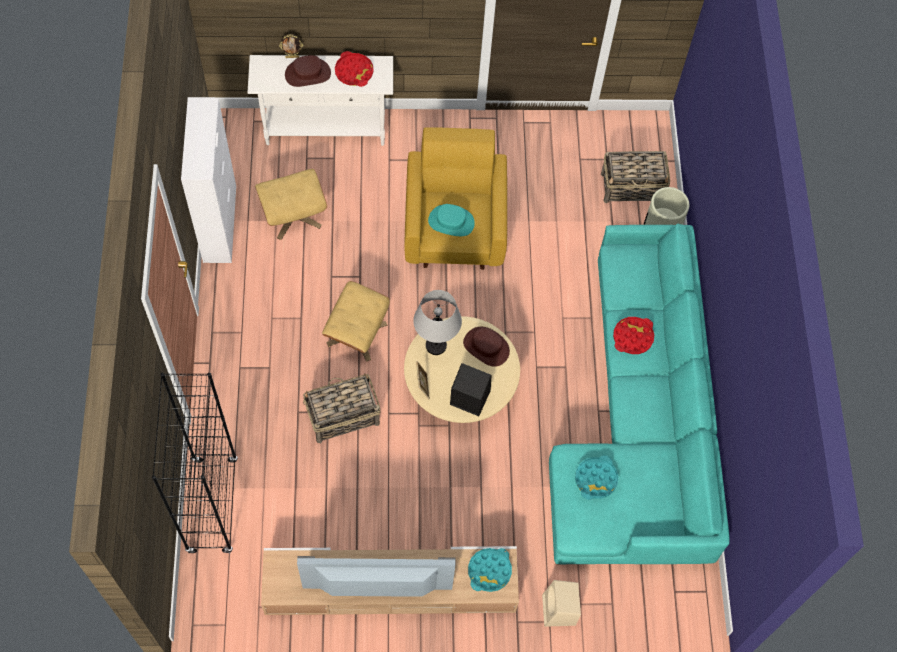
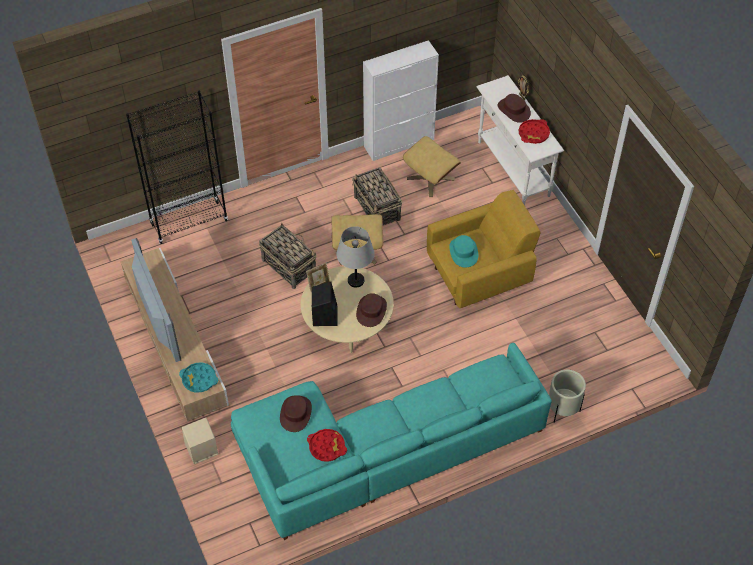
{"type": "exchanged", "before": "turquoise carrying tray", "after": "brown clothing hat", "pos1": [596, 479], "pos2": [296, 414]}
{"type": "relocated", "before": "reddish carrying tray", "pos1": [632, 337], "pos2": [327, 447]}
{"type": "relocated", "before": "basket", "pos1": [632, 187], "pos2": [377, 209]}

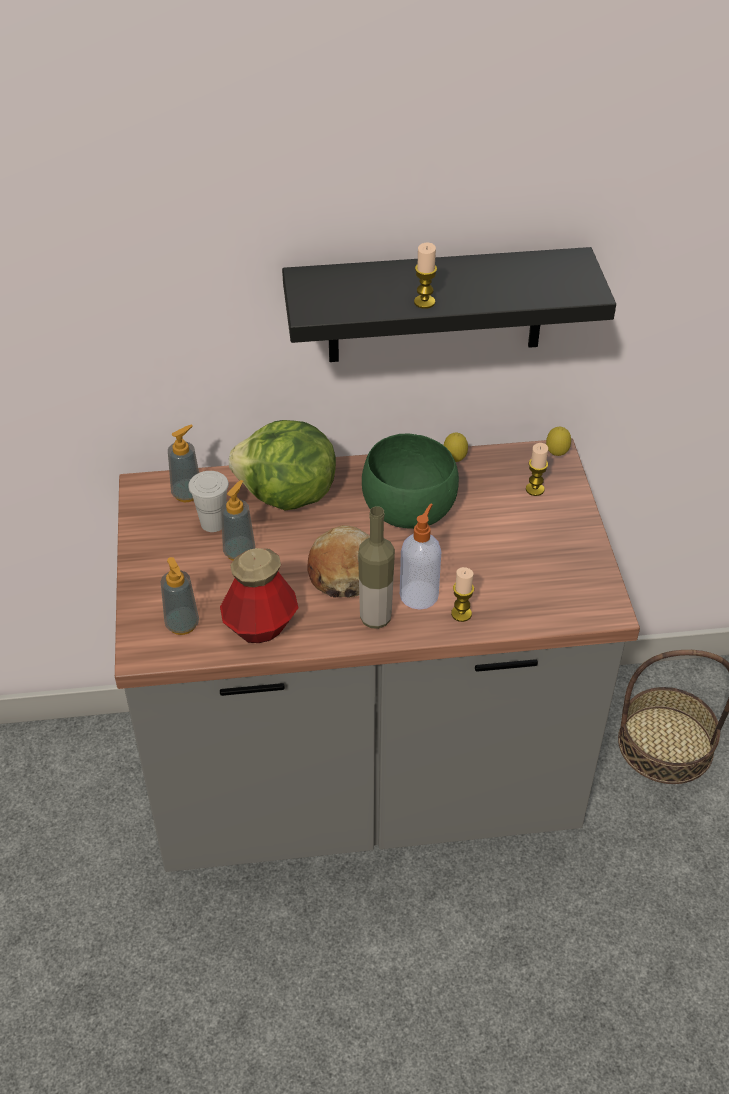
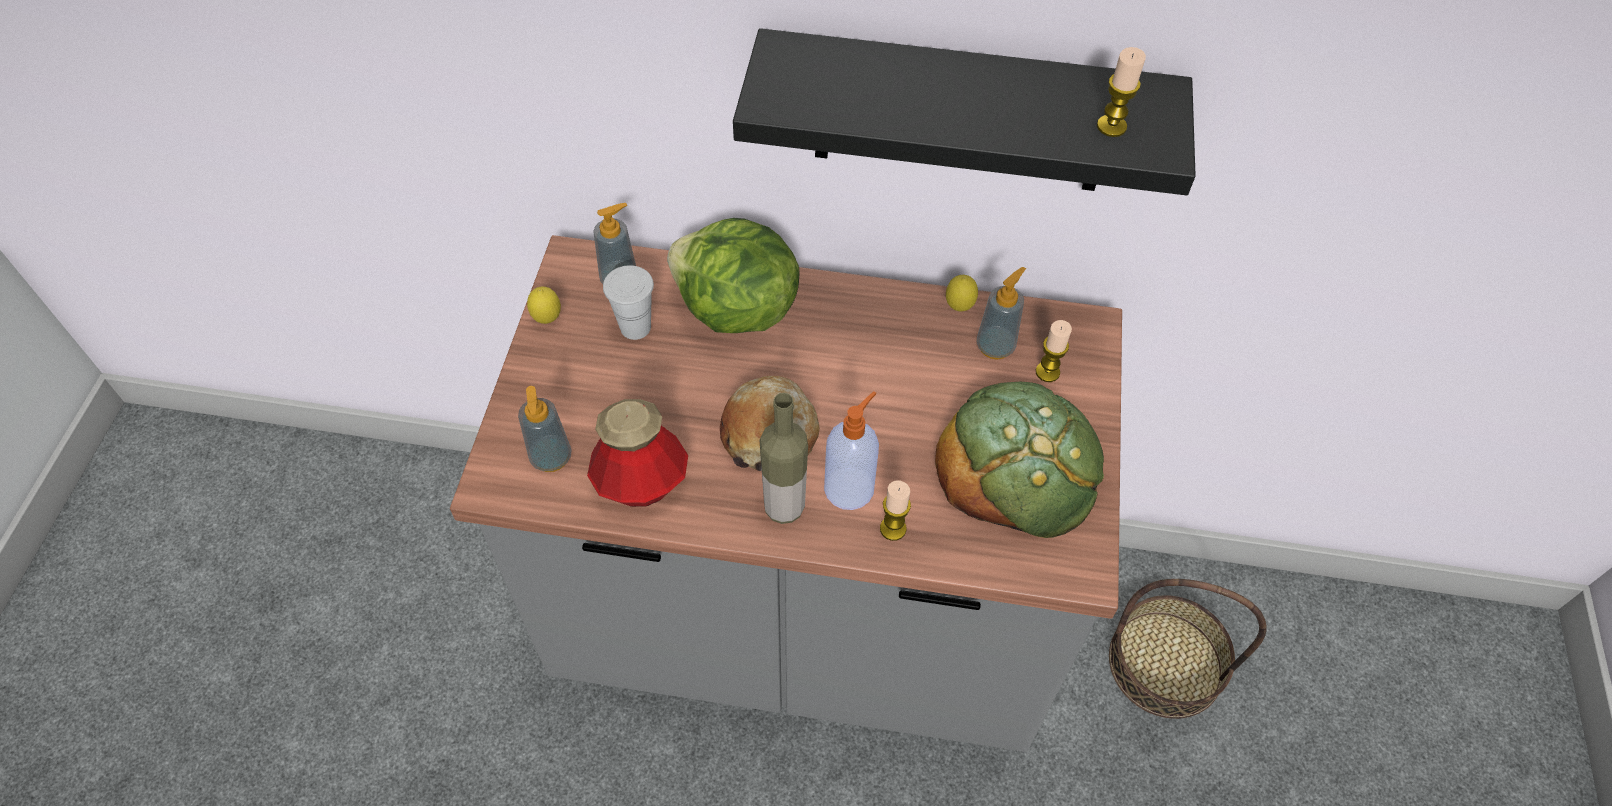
{"type": "relocated", "before": "lemon", "pos1": [556, 454], "pos2": [547, 320]}
{"type": "appeared", "after": "baked bread", "pos2": [1019, 463]}
{"type": "relocated", "before": "soap dispenser", "pos1": [239, 552], "pos2": [995, 346]}
{"type": "relocated", "before": "candle", "pos1": [424, 302], "pos2": [1111, 126]}
{"type": "missing", "before": "green serving bowl", "pos1": [407, 511]}

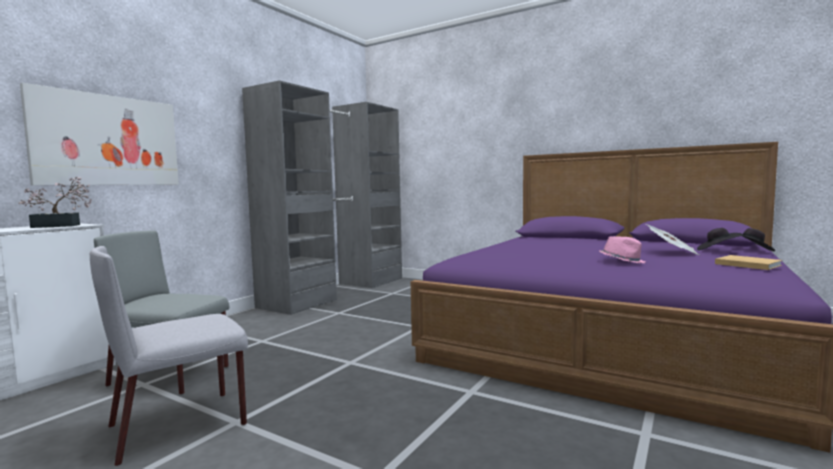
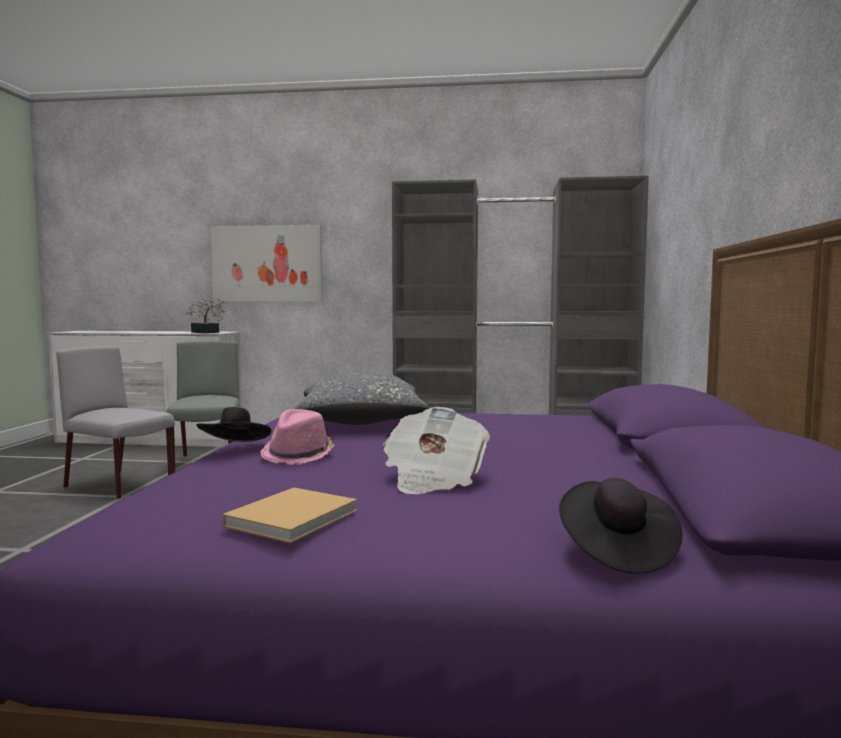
{"type": "relocated", "before": "black-coloured clothing hat", "pos1": [717, 250], "pos2": [235, 448]}
{"type": "appeared", "after": "gray cushion", "pos2": [361, 424]}

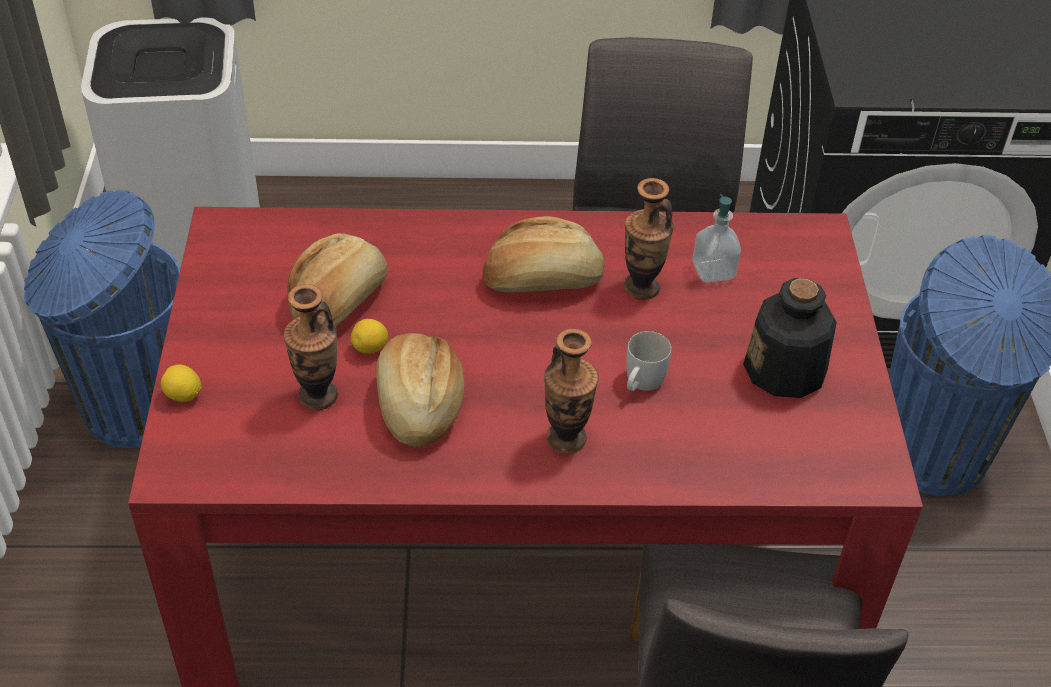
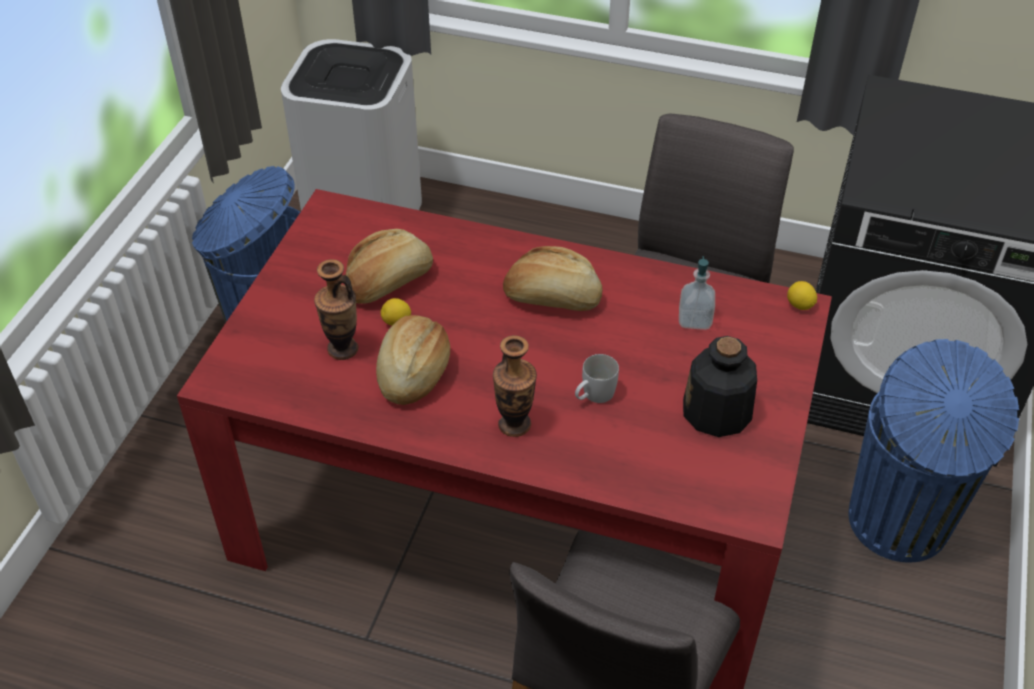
{"type": "relocated", "before": "lemon", "pos1": [183, 396], "pos2": [799, 305]}
{"type": "missing", "before": "decorative vase", "pos1": [641, 287]}

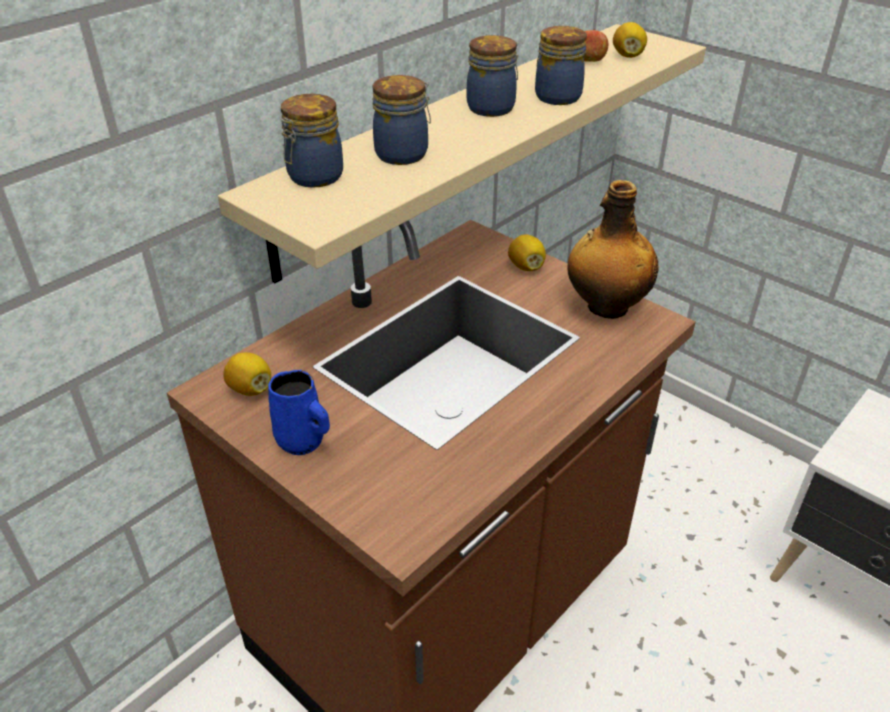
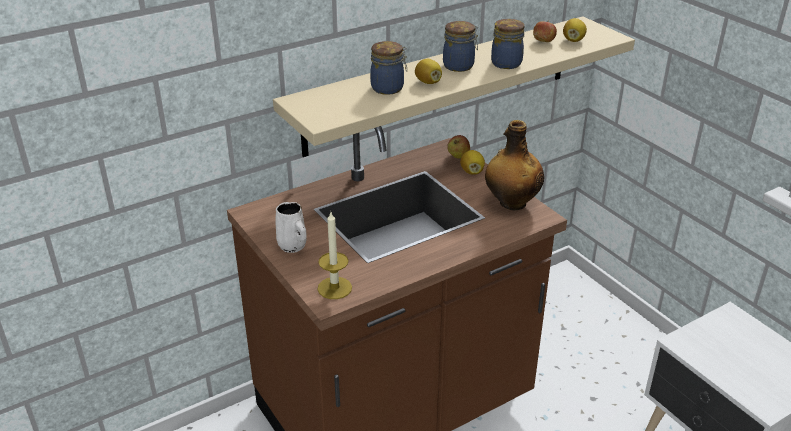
{"type": "colour", "before": "blue coffee mug", "after": "white-coloured coffee mug", "pos1": [303, 442], "pos2": [293, 246]}
{"type": "appeared", "after": "candle", "pos2": [334, 288]}
{"type": "relocated", "before": "lemon", "pos1": [250, 389], "pos2": [428, 82]}
{"type": "appeared", "after": "apple fruit", "pos2": [458, 156]}
{"type": "missing", "before": "jar", "pos1": [313, 177]}

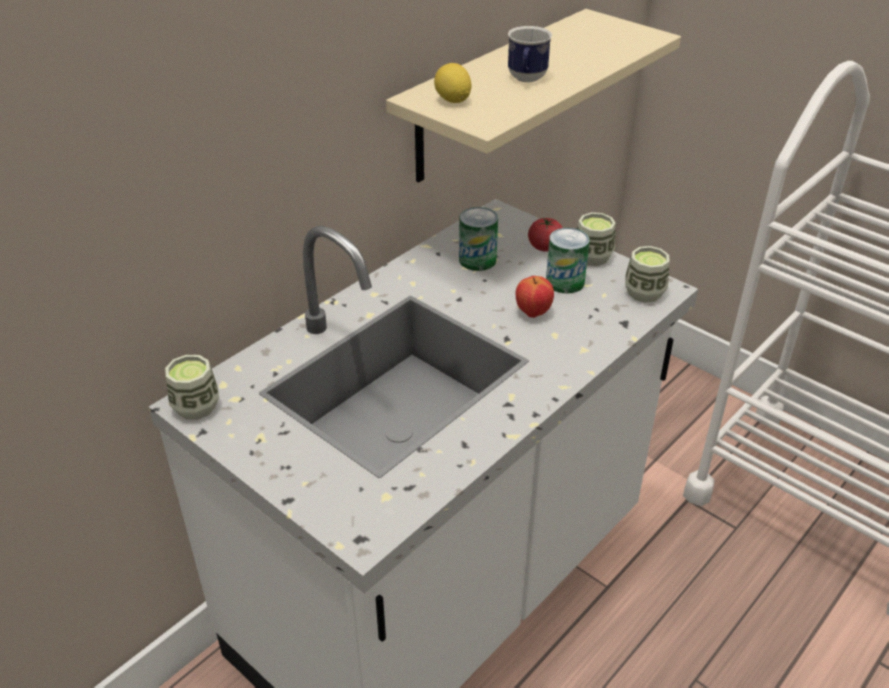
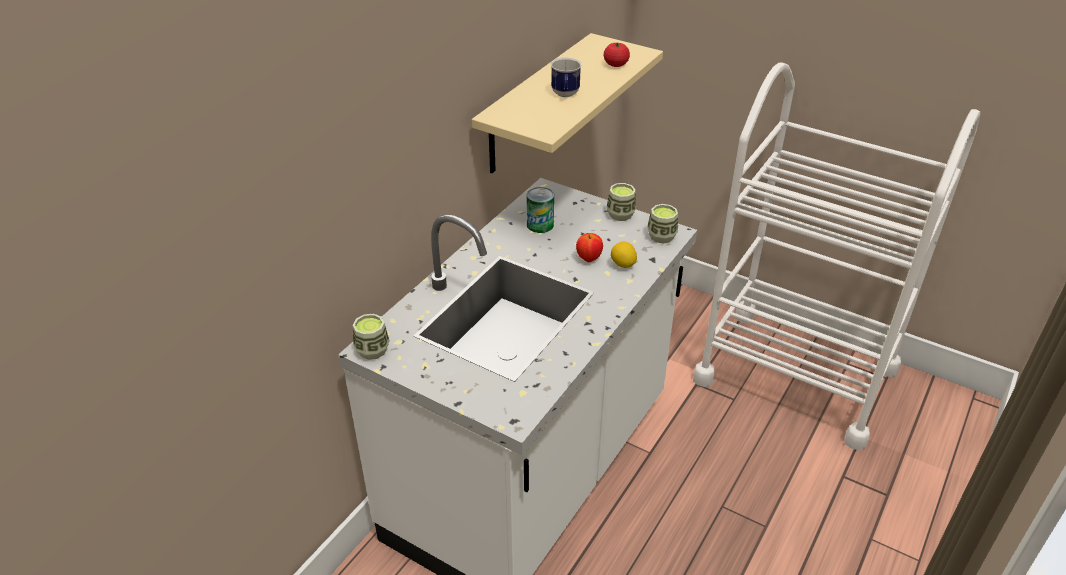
{"type": "relocated", "before": "fresh tomato", "pos1": [545, 247], "pos2": [616, 64]}
{"type": "relocated", "before": "lemon", "pos1": [452, 100], "pos2": [623, 265]}
{"type": "missing", "before": "metal can", "pos1": [565, 282]}

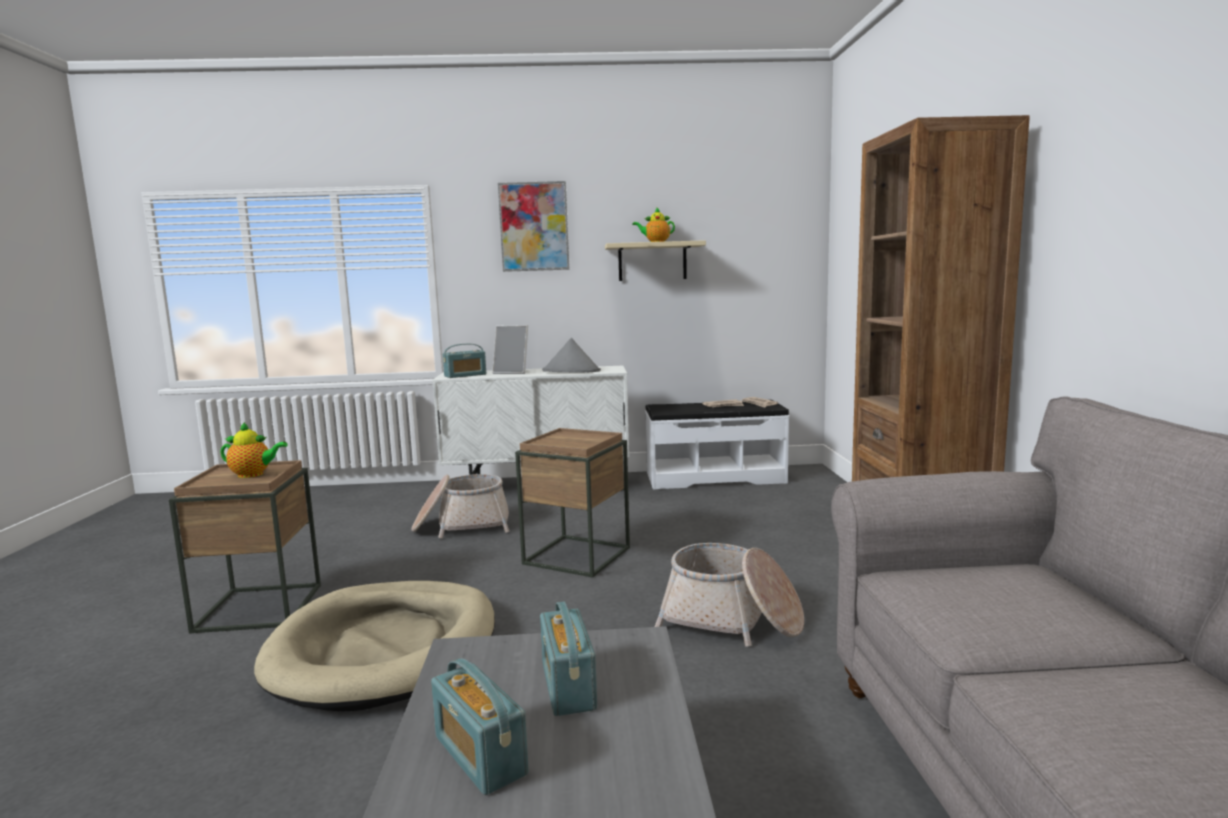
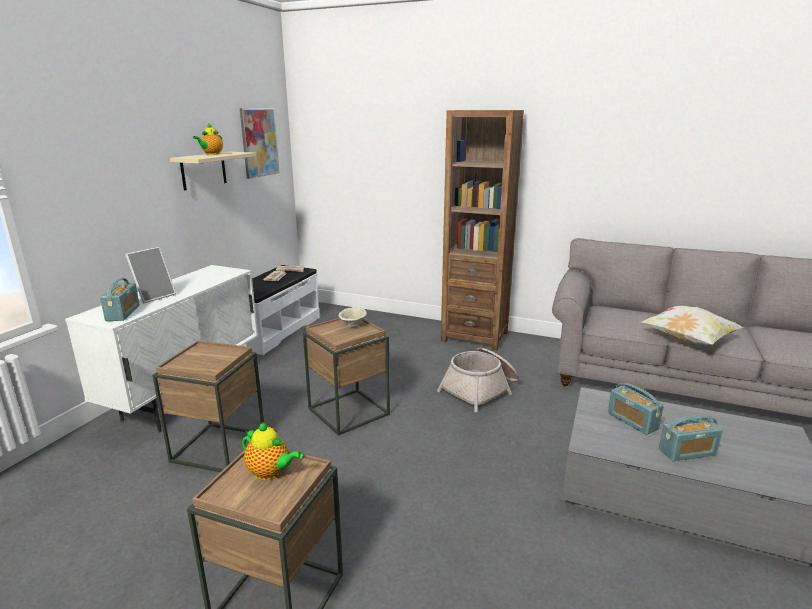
{"type": "exchanged", "before": "basket", "after": "brown accent table", "pos1": [462, 525], "pos2": [218, 447]}
{"type": "relocated", "before": "picture", "pos1": [534, 227], "pos2": [259, 142]}
{"type": "spun", "before": "tea pot", "pos1": [253, 474], "pos2": [271, 473], "turn": 90}
{"type": "appeared", "after": "sand-coloured serving bowl", "pos2": [353, 325]}
{"type": "spun", "before": "radio", "pos1": [568, 686], "pos2": [632, 421], "turn": 45}
{"type": "appeared", "after": "cushion", "pos2": [688, 340]}
{"type": "missing", "before": "sand-coloured dog bed", "pos1": [385, 649]}
{"type": "missing", "before": "gray clothing hat", "pos1": [571, 371]}

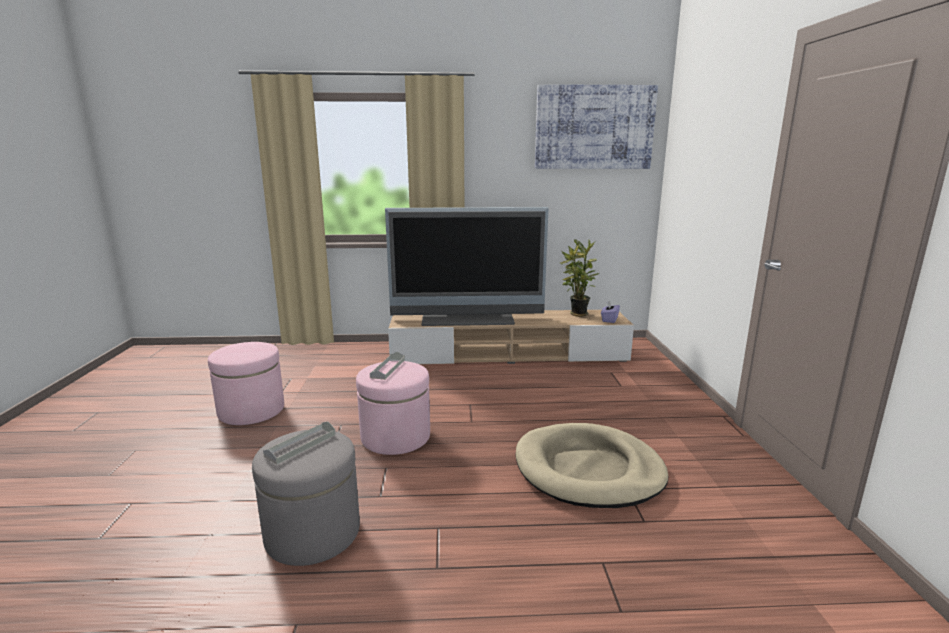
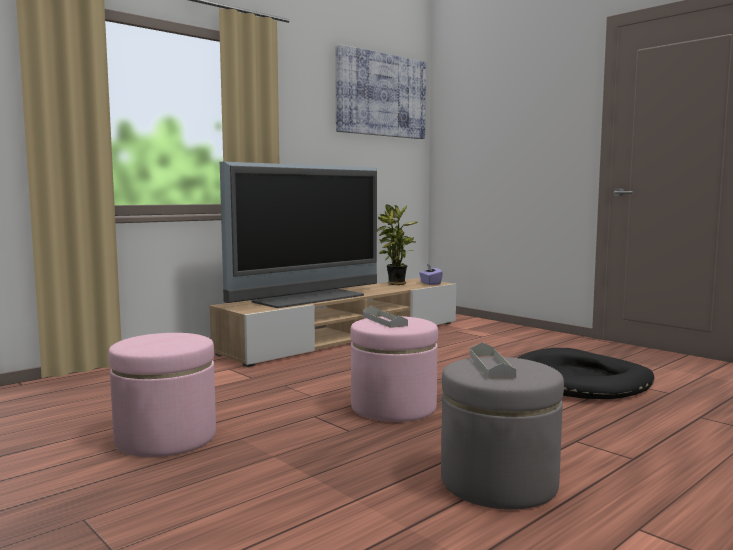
{"type": "colour", "before": "sand-coloured dog bed", "after": "black-coloured dog bed", "pos1": [588, 470], "pos2": [580, 381]}

